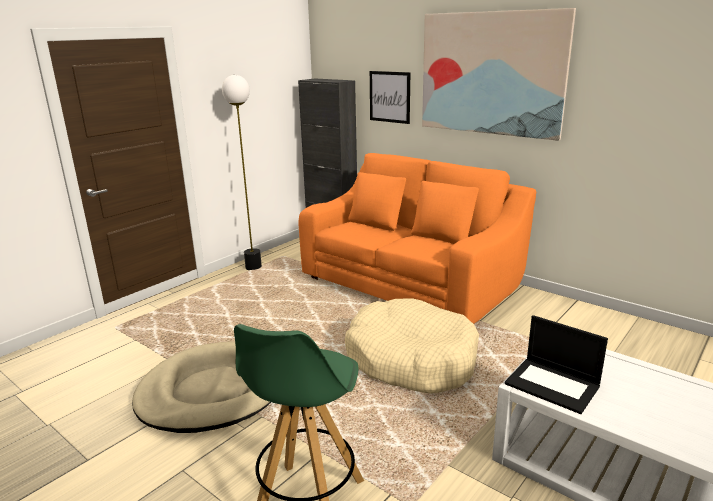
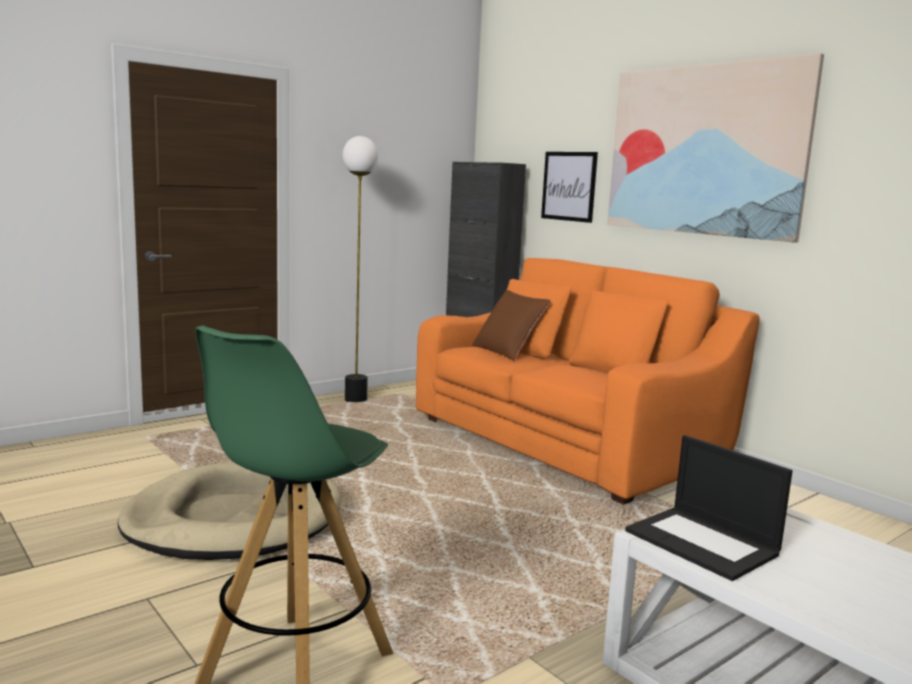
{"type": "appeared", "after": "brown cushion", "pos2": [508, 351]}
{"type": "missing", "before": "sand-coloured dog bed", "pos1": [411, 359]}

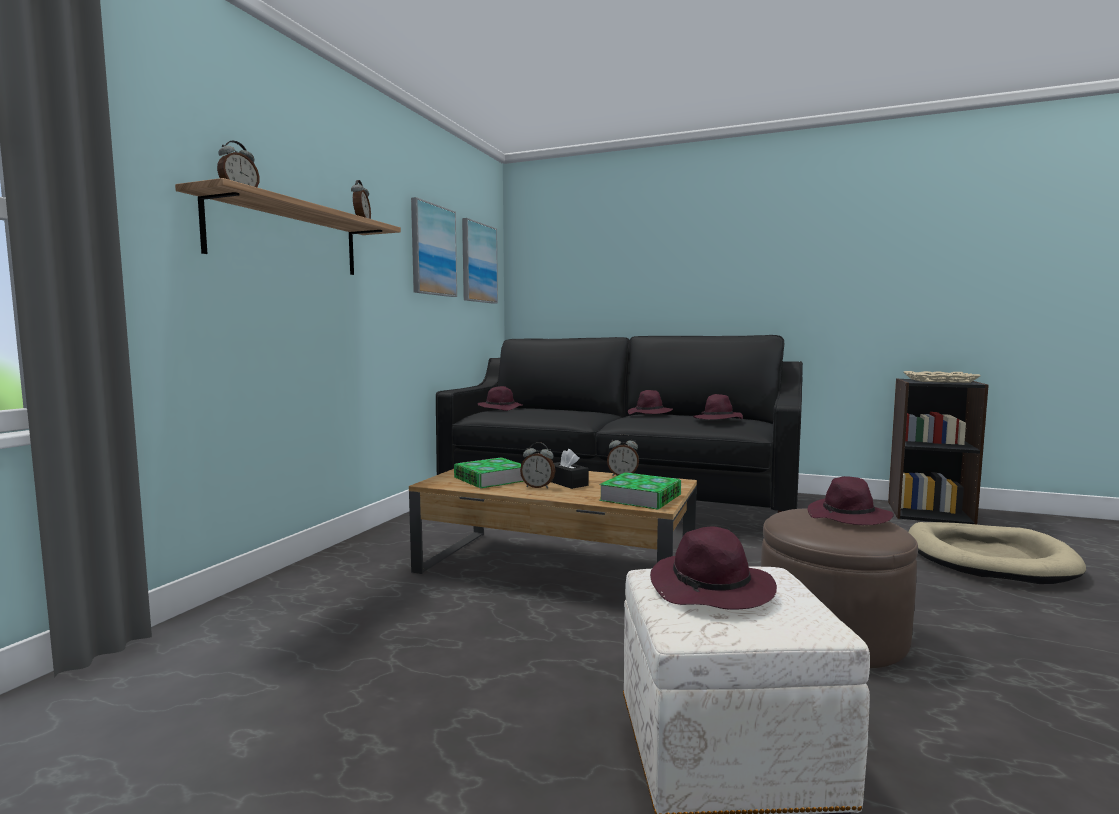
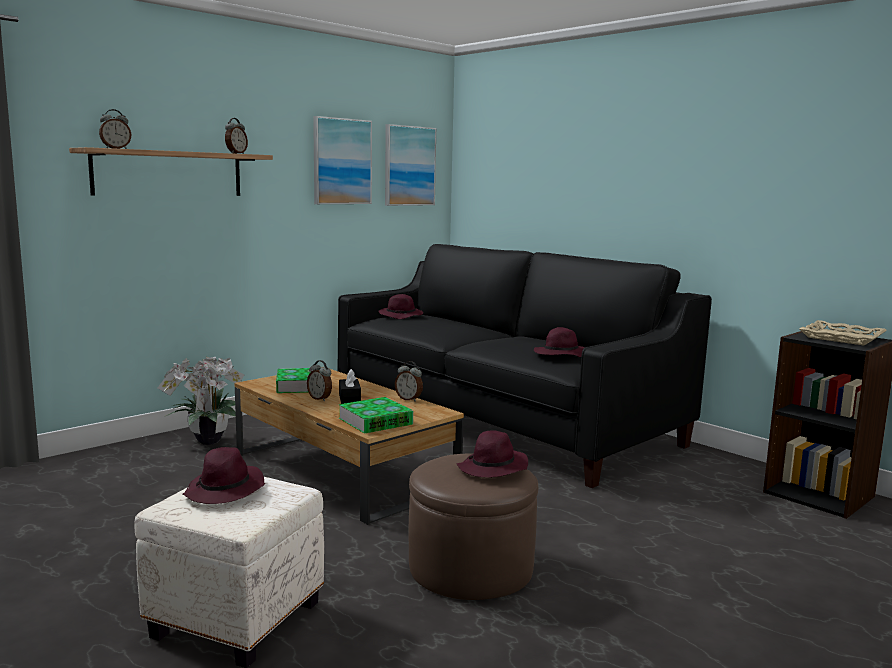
{"type": "appeared", "after": "houseplant", "pos2": [206, 441]}
{"type": "missing", "before": "purple-coloured clothing hat", "pos1": [650, 414]}
{"type": "missing", "before": "sand-coloured dog bed", "pos1": [987, 558]}

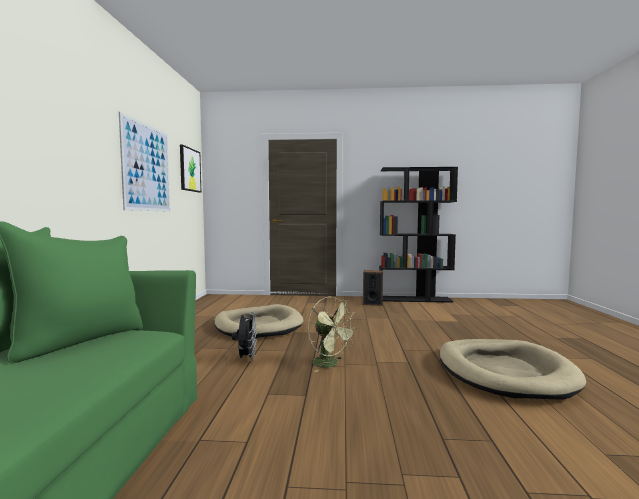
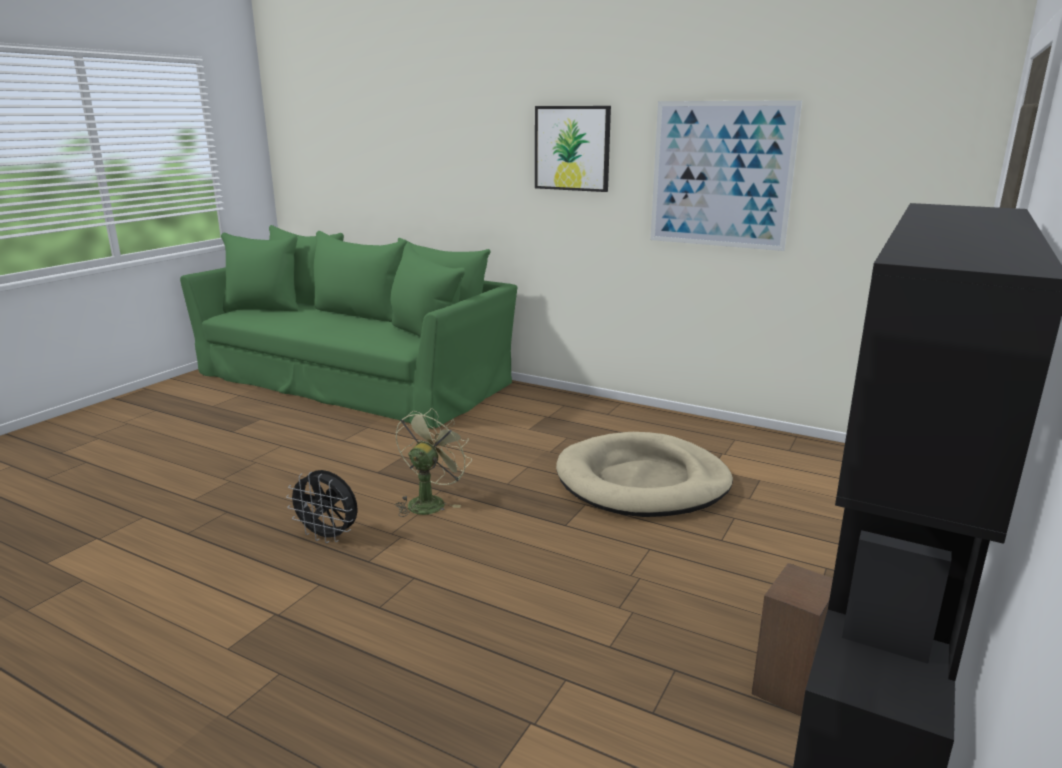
{"type": "relocated", "before": "black-coloured electric fan", "pos1": [246, 358], "pos2": [328, 536]}
{"type": "spun", "before": "green electric fan", "pos1": [330, 364], "pos2": [430, 501], "turn": 135}
{"type": "relocated", "before": "picture", "pos1": [189, 170], "pos2": [572, 148]}
{"type": "missing", "before": "sand-coloured dog bed", "pos1": [504, 372]}

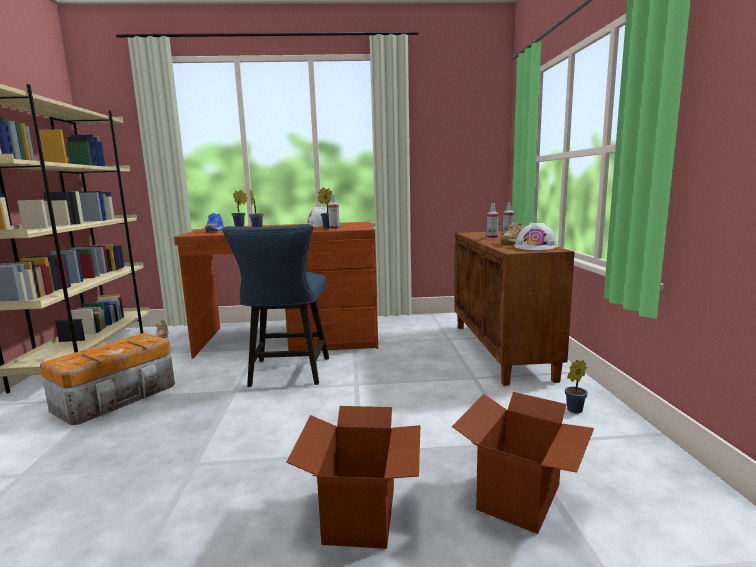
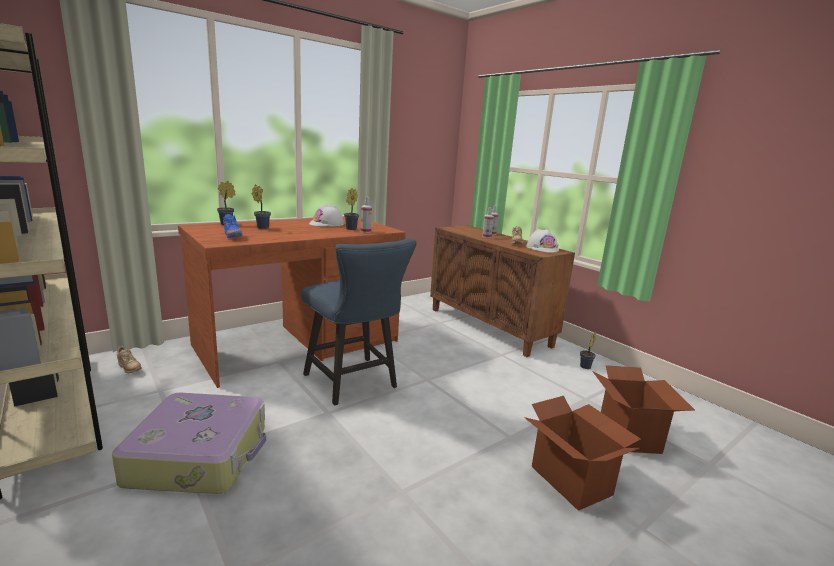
{"type": "exchanged", "before": "storage box", "after": "piece of luggage", "pos1": [118, 397], "pos2": [200, 455]}

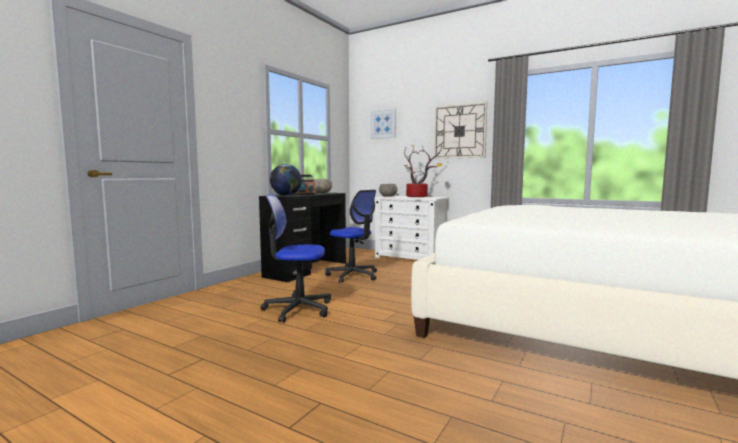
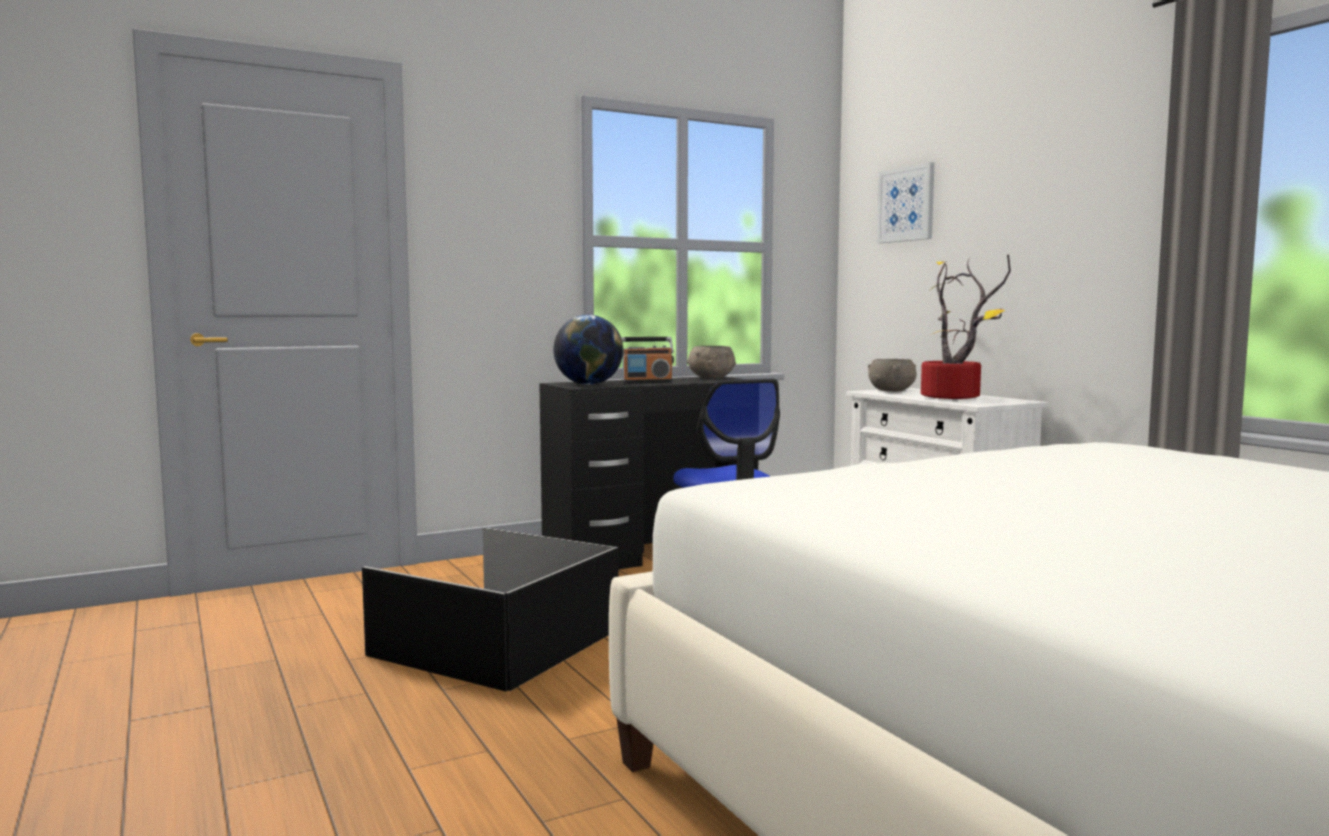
{"type": "exchanged", "before": "desk chair", "after": "black-coloured storage box", "pos1": [298, 309], "pos2": [498, 641]}
{"type": "missing", "before": "hanging clock", "pos1": [459, 131]}

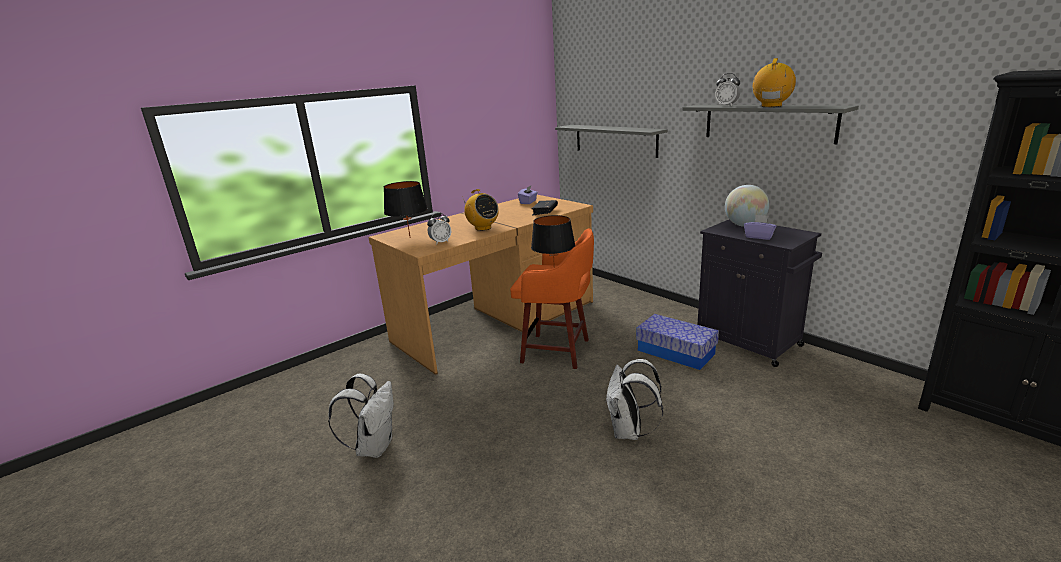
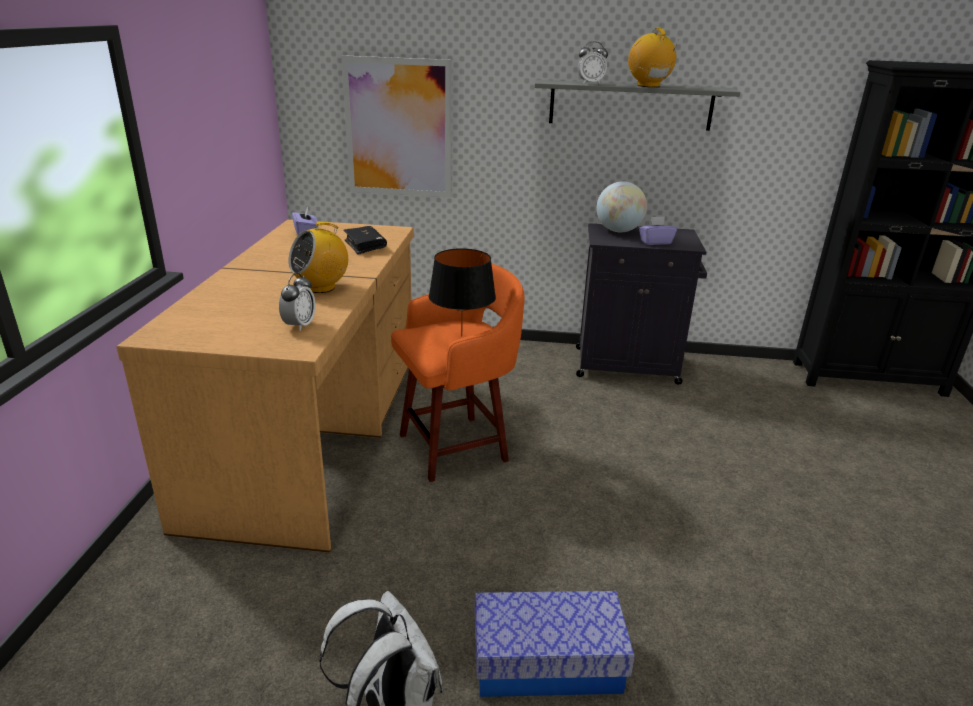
{"type": "spun", "before": "radio", "pos1": [483, 228], "pos2": [321, 287], "turn": 135}
{"type": "exchanged", "before": "gray shelf", "after": "picture", "pos1": [615, 140], "pos2": [398, 128]}
{"type": "relocated", "before": "storage box", "pos1": [676, 352], "pos2": [547, 661]}
{"type": "missing", "before": "black-coloured table lamp", "pos1": [410, 237]}
{"type": "missing", "before": "white-coloured backpack", "pos1": [629, 432]}

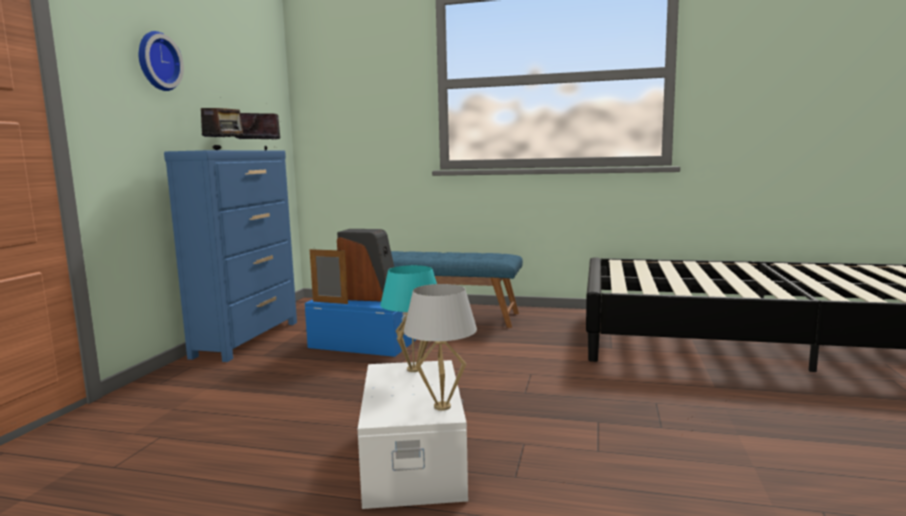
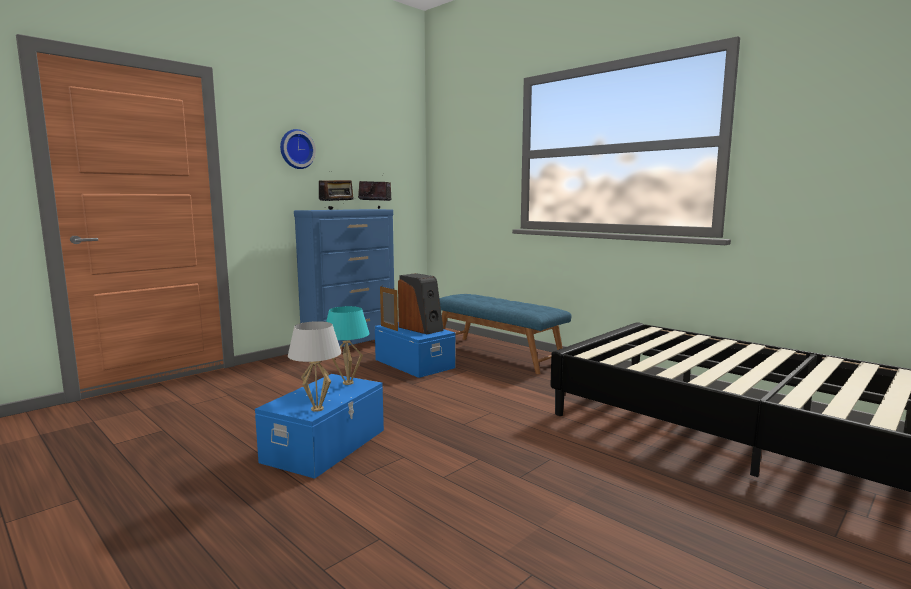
{"type": "colour", "before": "white-coloured storage box", "after": "blue storage box", "pos1": [415, 459], "pos2": [326, 445]}

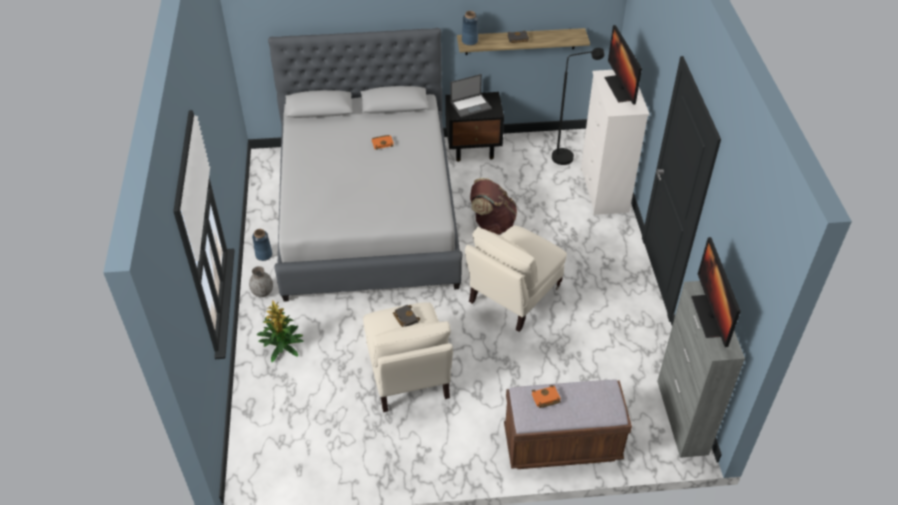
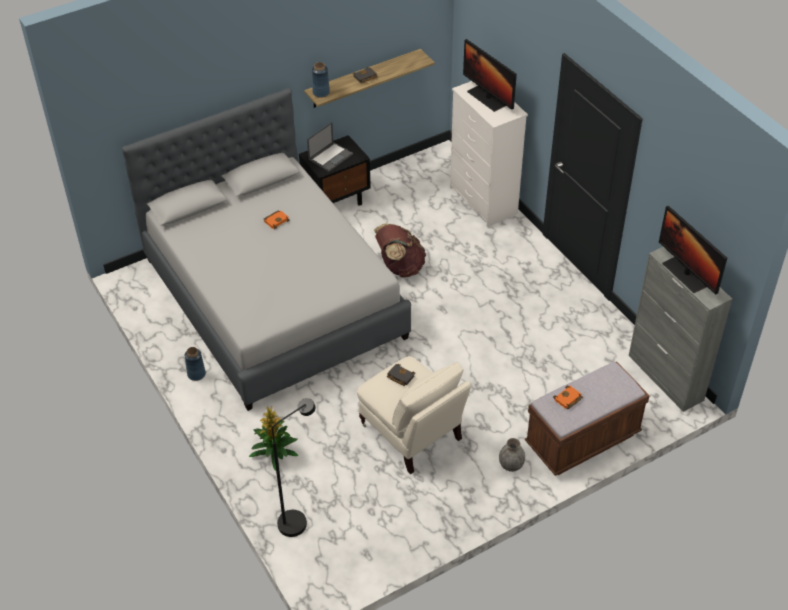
{"type": "relocated", "before": "black-coloured standing lamp", "pos1": [568, 156], "pos2": [298, 519]}
{"type": "relocated", "before": "gray decorative vase", "pos1": [262, 292], "pos2": [511, 465]}
{"type": "missing", "before": "sand-coloured armchair", "pos1": [513, 296]}

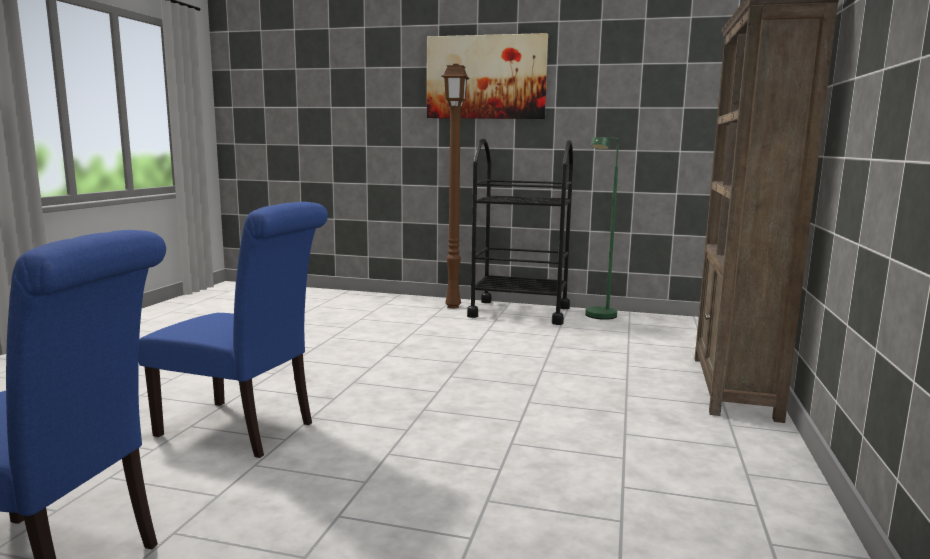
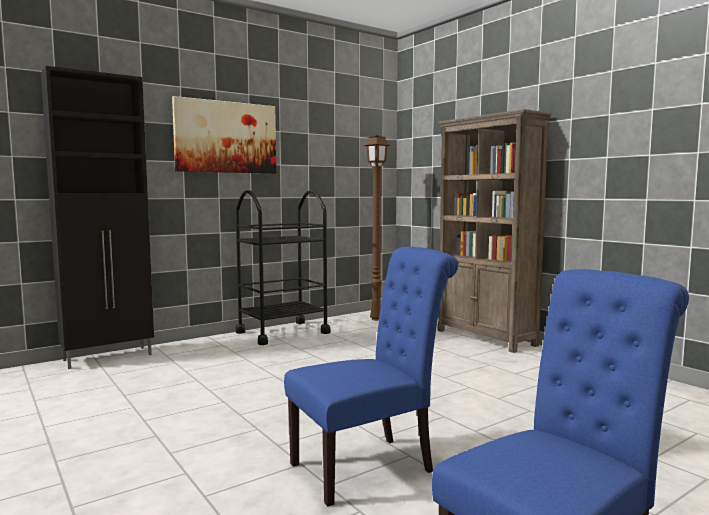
{"type": "appeared", "after": "black-coloured storage cabinet", "pos2": [109, 357]}
{"type": "relocated", "before": "brown standing lamp", "pos1": [454, 306], "pos2": [376, 319]}
{"type": "missing", "before": "green standing lamp", "pos1": [598, 317]}

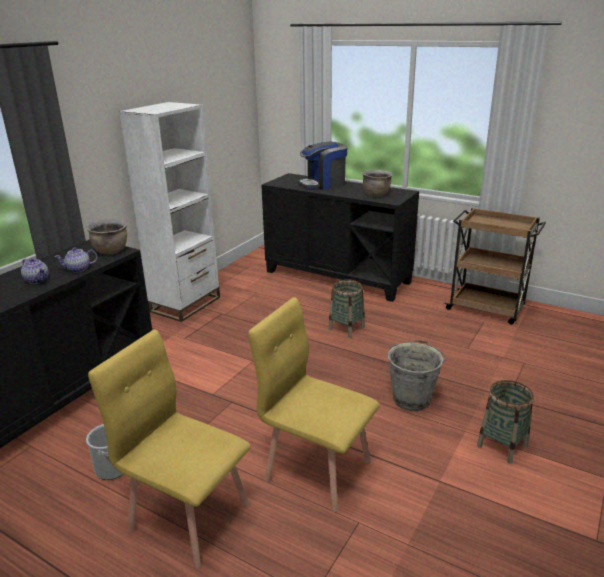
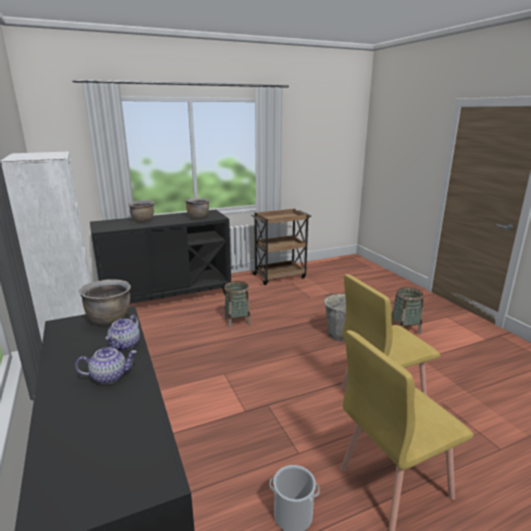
{"type": "exchanged", "before": "coffee brewer", "after": "brown saucepot", "pos1": [323, 184], "pos2": [143, 220]}

